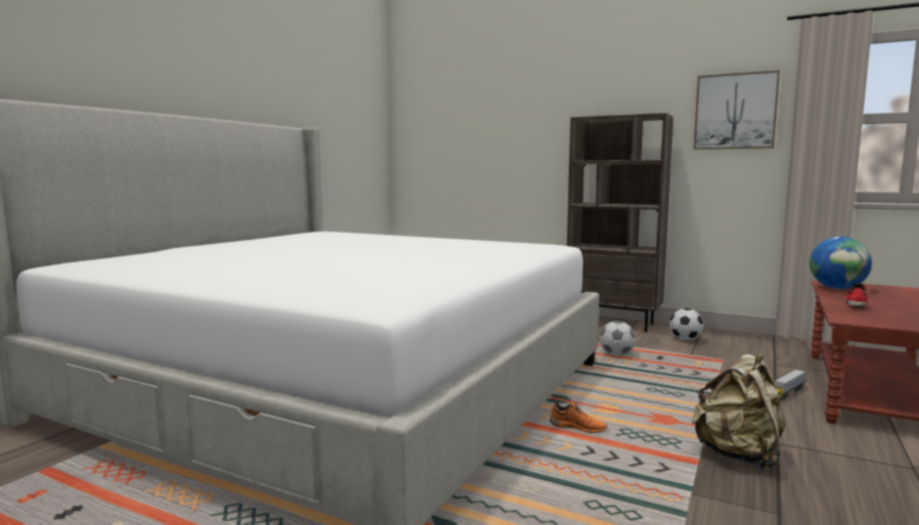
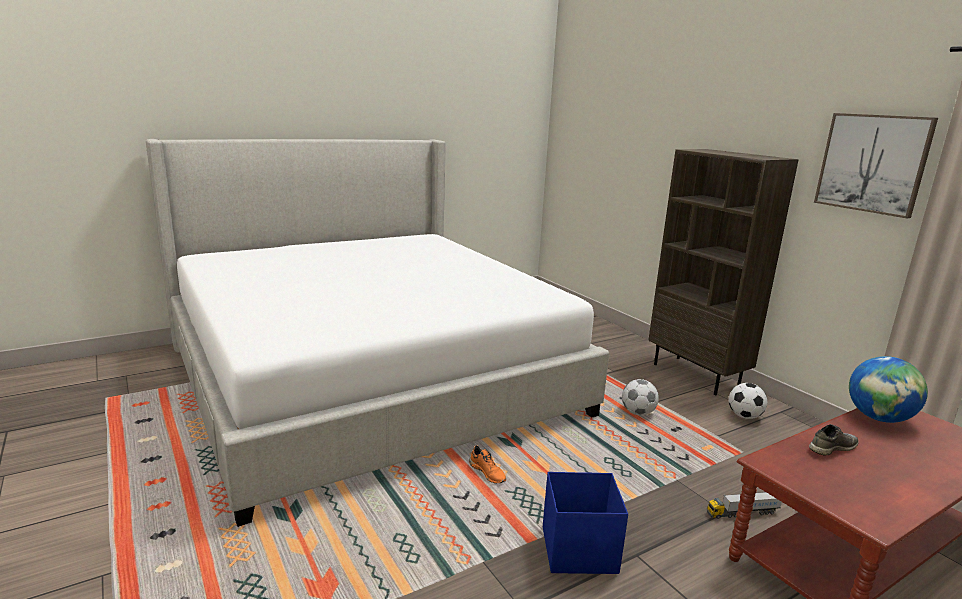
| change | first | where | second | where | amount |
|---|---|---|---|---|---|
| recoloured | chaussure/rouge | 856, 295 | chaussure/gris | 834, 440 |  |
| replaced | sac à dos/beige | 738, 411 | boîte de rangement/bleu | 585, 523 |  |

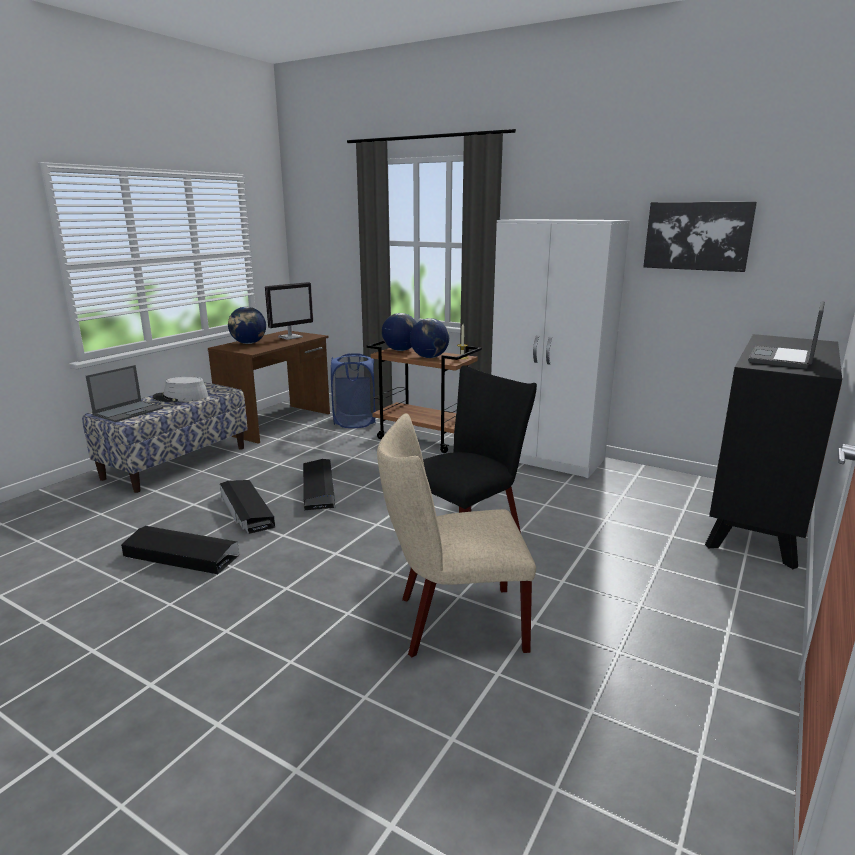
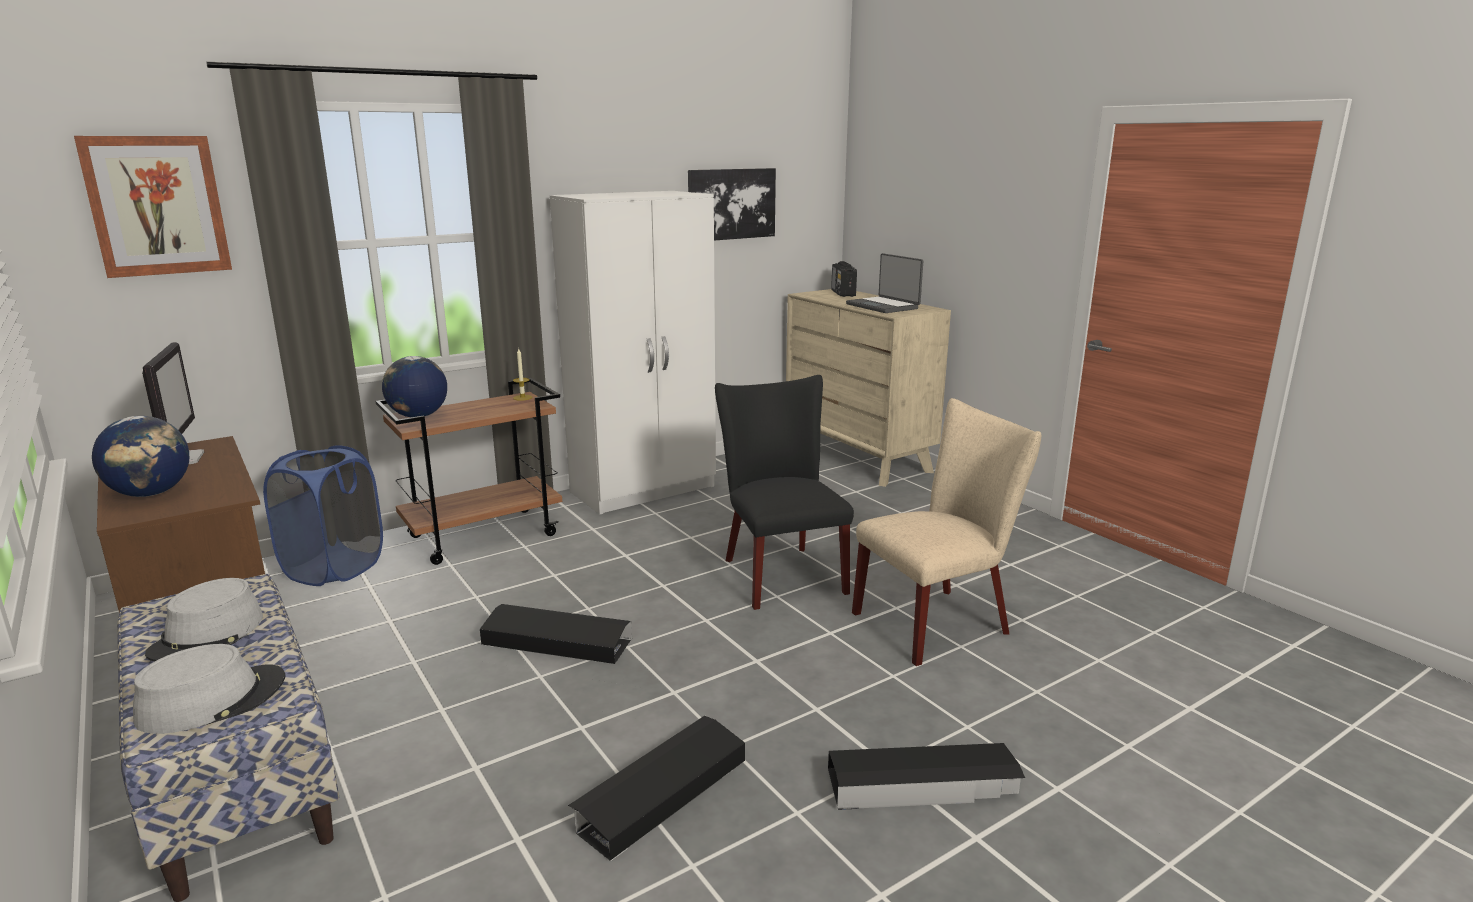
| change | first | where | second | where | amount |
|---|---|---|---|---|---|
| removed | globe | 429, 338 |  |  |  |
| recoloured | commode/noir | 773, 451 | commode/beige | 868, 388 |  |
| replaced | ordinateur portable | 124, 393 | chapeau/gris | 209, 689 |  |
| turned | chaise/beige | 456, 535 |  | 946, 532 | 135 degrees counterclockwise |
| moved | boîte de rangement/noir | 248, 507 |  | 926, 776 |  |
| added |  |  | tableau | 153, 207 |  |
| added |  |  | radio | 844, 279 |  |

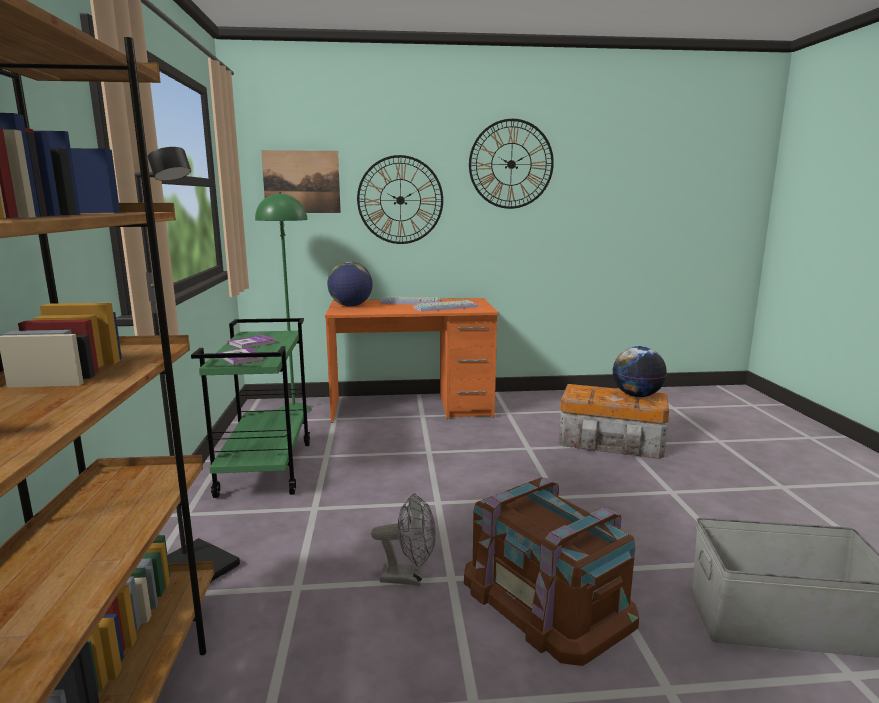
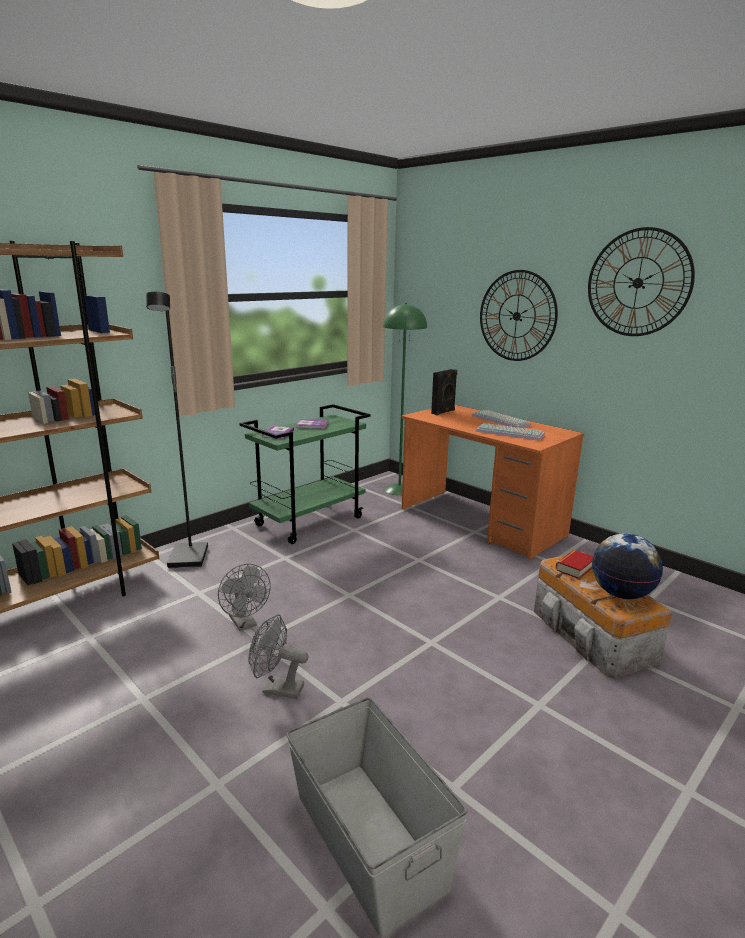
| change | first | where | second | where | amount |
|---|---|---|---|---|---|
| removed | tableau | 301, 181 |  |  |  |
| replaced | globe | 350, 284 | enceinte/noir | 444, 392 |  |
| replaced | boîte de rangement/marron | 551, 571 | ventilateur/gris | 278, 656 |  |
| added |  |  | livre | 574, 564 |  |

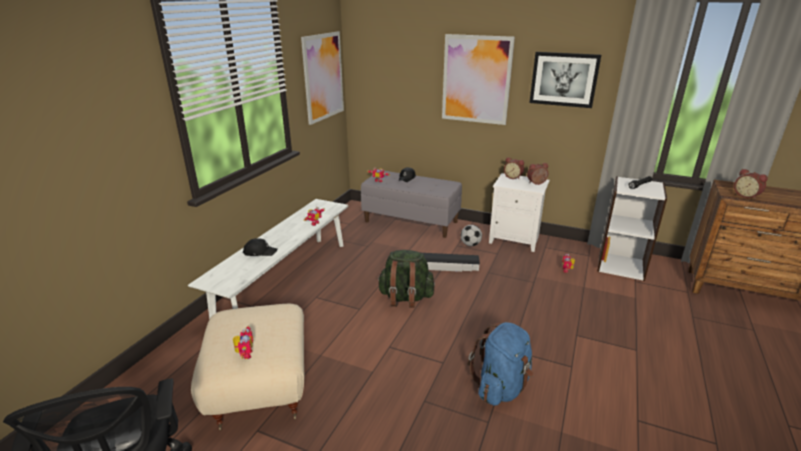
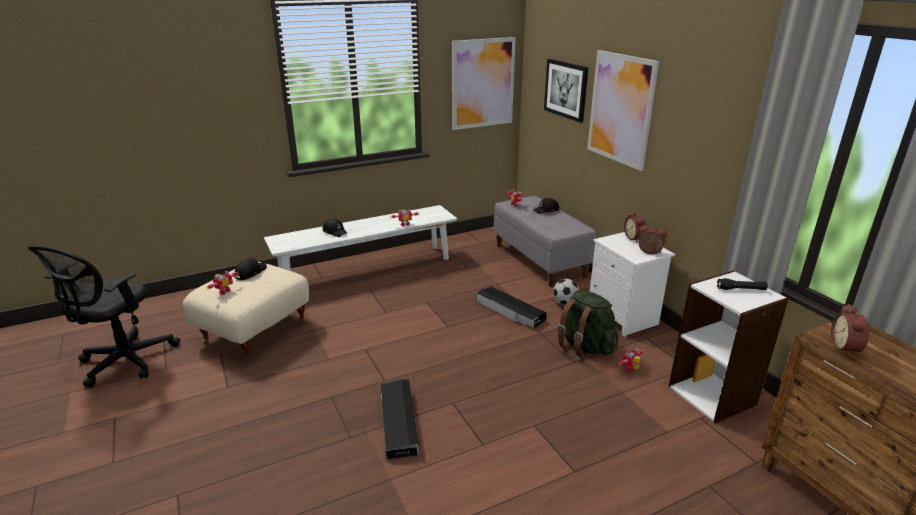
| change | first | where | second | where | amount |
|---|---|---|---|---|---|
| moved | tableau | 565, 80 |  | 566, 91 |  |
| moved | sac à dos/vert | 406, 279 |  | 588, 324 |  |
| replaced | sac à dos/bleu | 501, 364 | boîte de rangement/noir | 400, 419 |  |
| added |  |  | casquette/noir | 251, 269 |  |

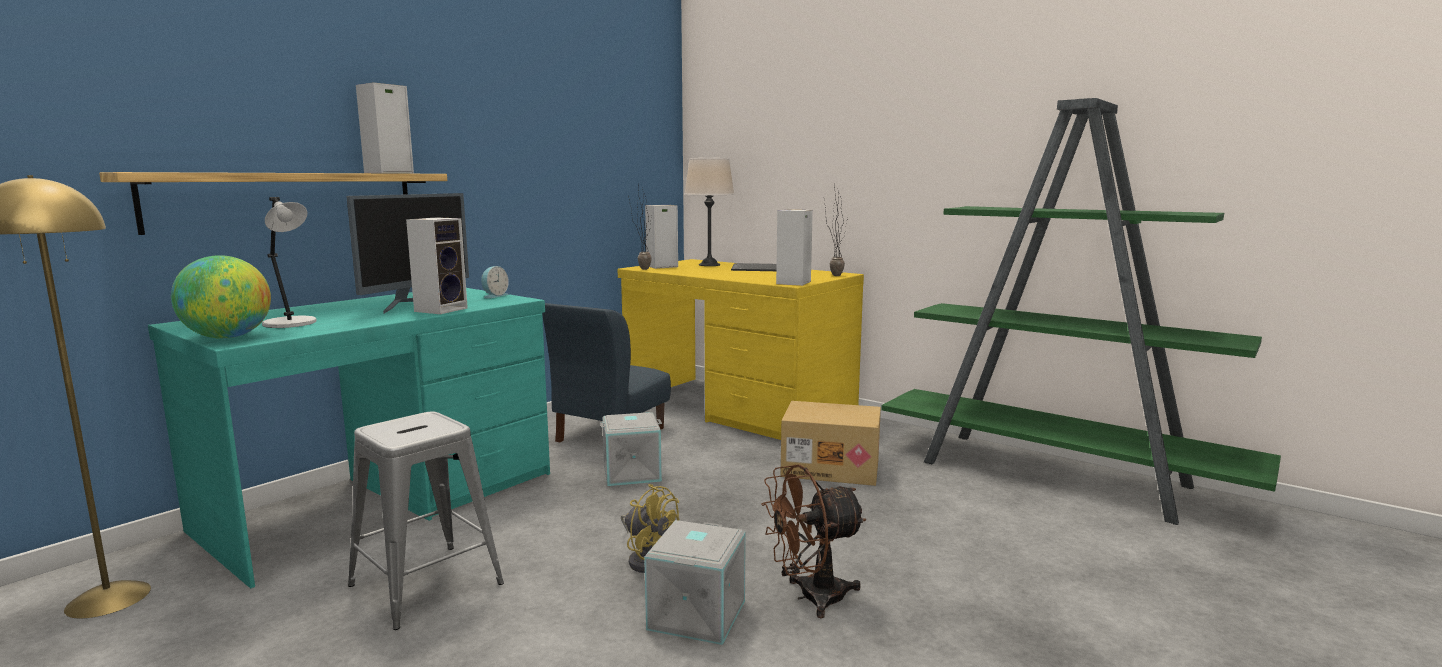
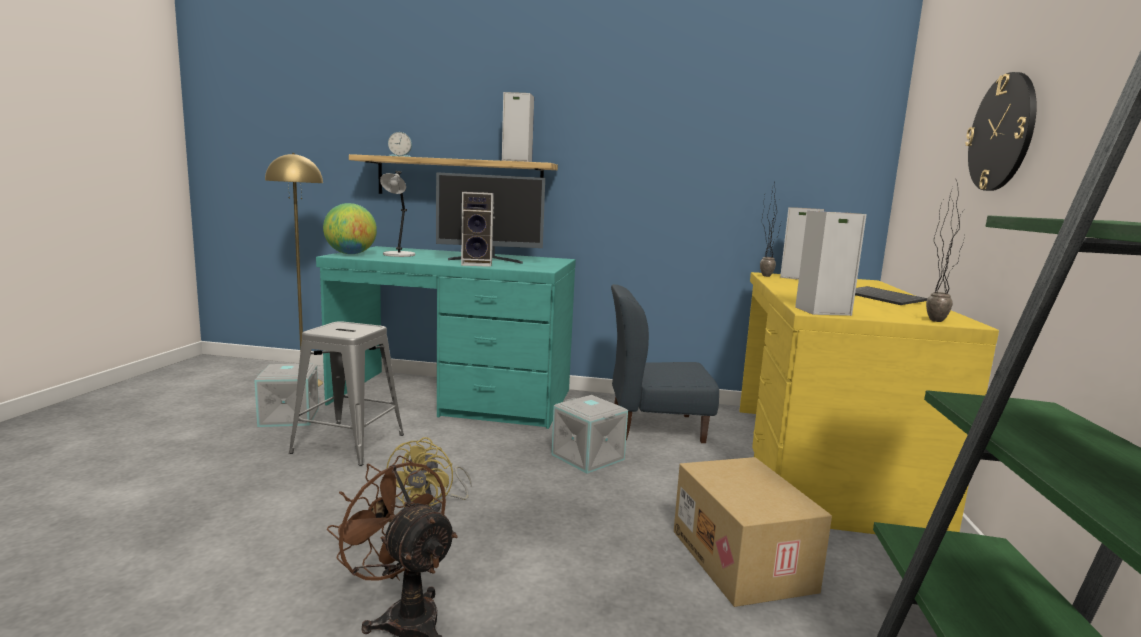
| change | first | where | second | where | amount |
|---|---|---|---|---|---|
| removed | lampe de table/beige | 709, 212 |  |  |  |
| moved | réveil | 495, 282 |  | 400, 144 |  |
| moved | boîte de rangement/gris | 695, 582 |  | 286, 395 |  |
| added |  |  | horloge murale | 1001, 131 |  |

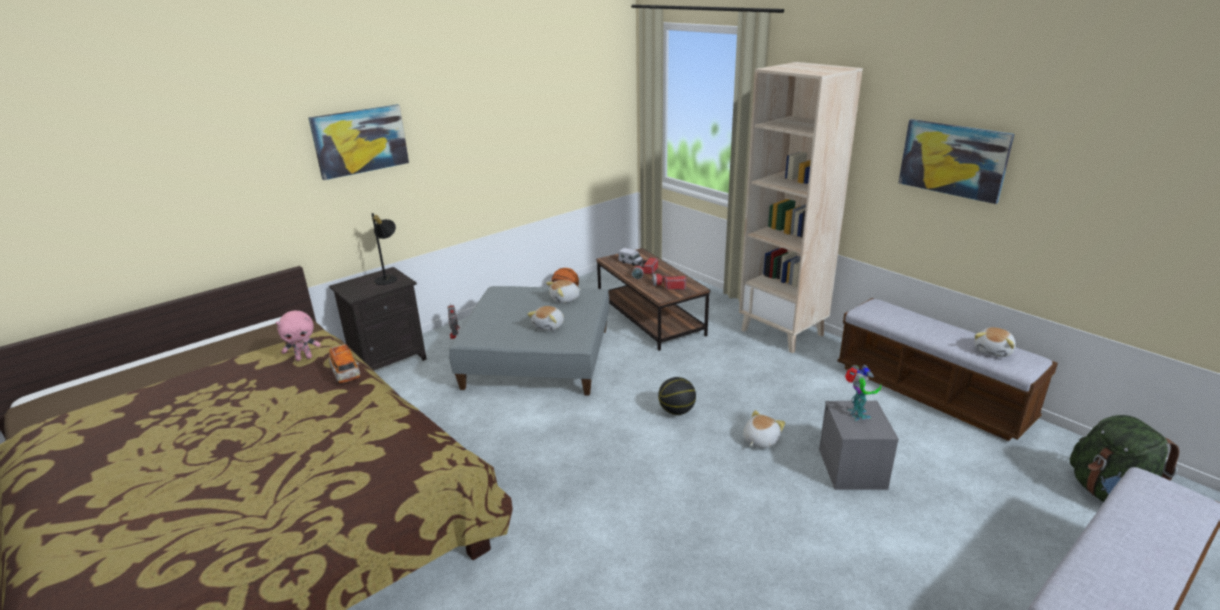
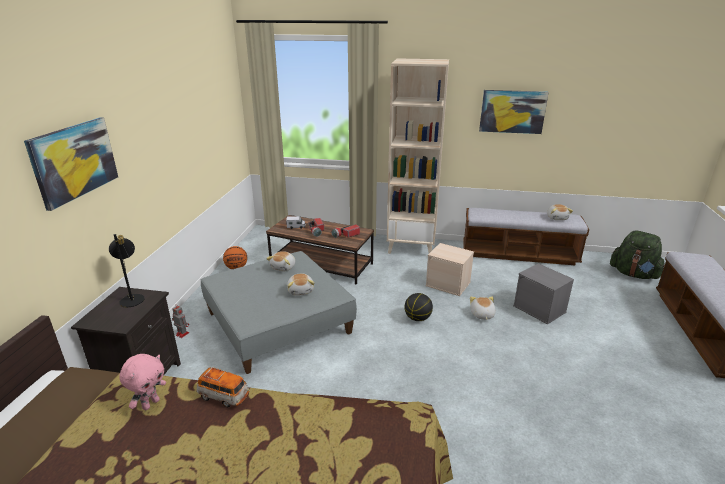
| change | first | where | second | where | amount |
|---|---|---|---|---|---|
| removed | robot jouet | 863, 393 |  |  |  |
| added |  |  | boîte de rangement/beige | 450, 269 |  |

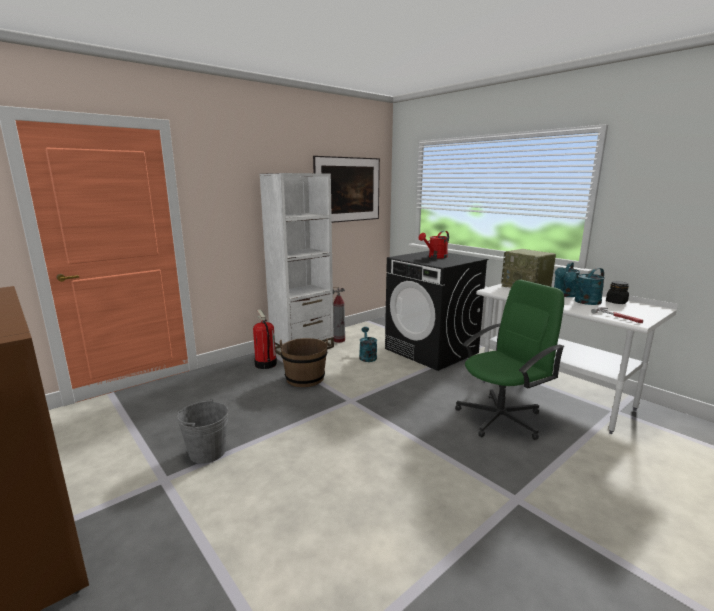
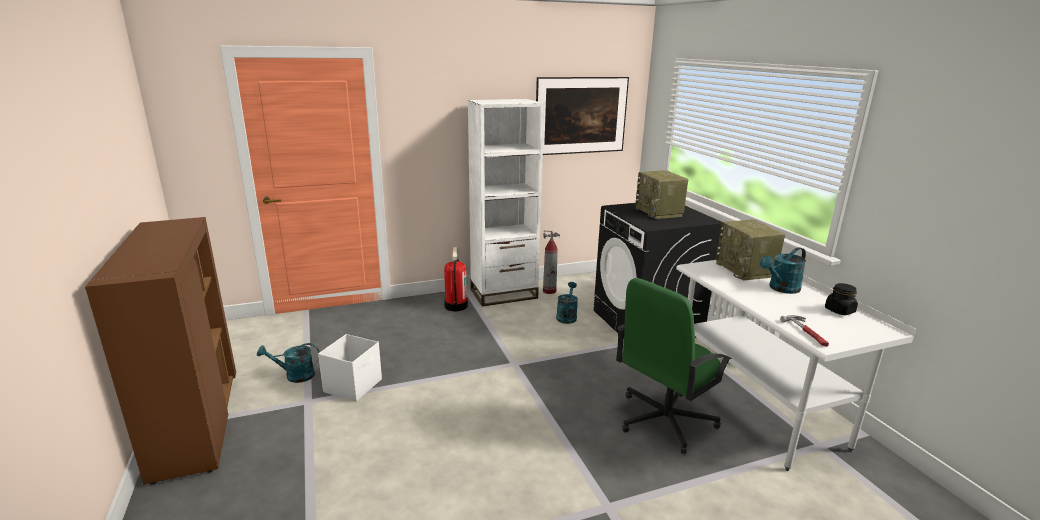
| change | first | where | second | where | amount |
|---|---|---|---|---|---|
| replaced | arrosoir/rouge | 434, 244 | radio | 661, 194 |  |
| moved | arrosoir/turquoise | 585, 286 |  | 288, 363 |  |
| turned | chaise de bureau/vert | 510, 360 |  | 674, 366 | 150 degrees clockwise |
| removed | seau/marron | 304, 362 |  |  |  |
| replaced | seau/gris | 202, 431 | boîte de rangement/blanc | 350, 368 |  |

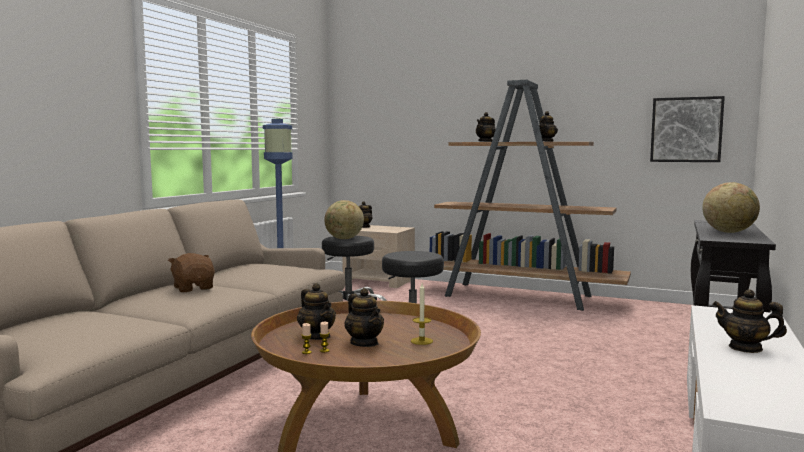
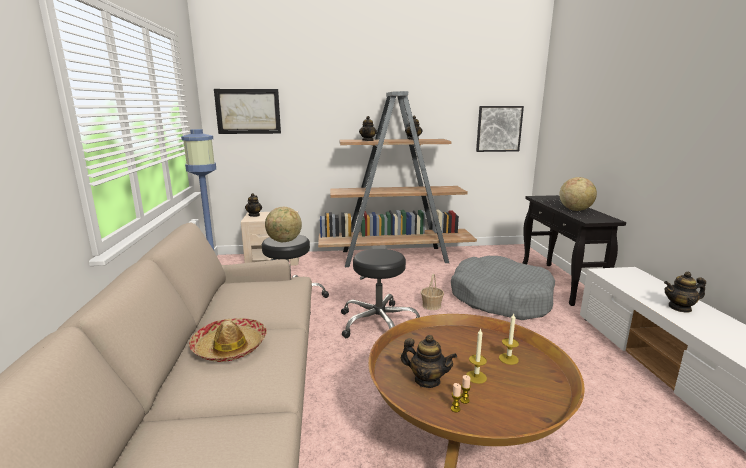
| change | first | where | second | where | amount |
|---|---|---|---|---|---|
| replaced | peluche/marron | 191, 272 | chapeau | 228, 340 |  |
| replaced | théière | 364, 317 | bougie | 476, 356 |  |
| added |  |  | tableau | 247, 111 |  |
| added |  |  | panier pour chien/gris | 503, 288 |  |
| added |  |  | panier | 432, 292 |  |

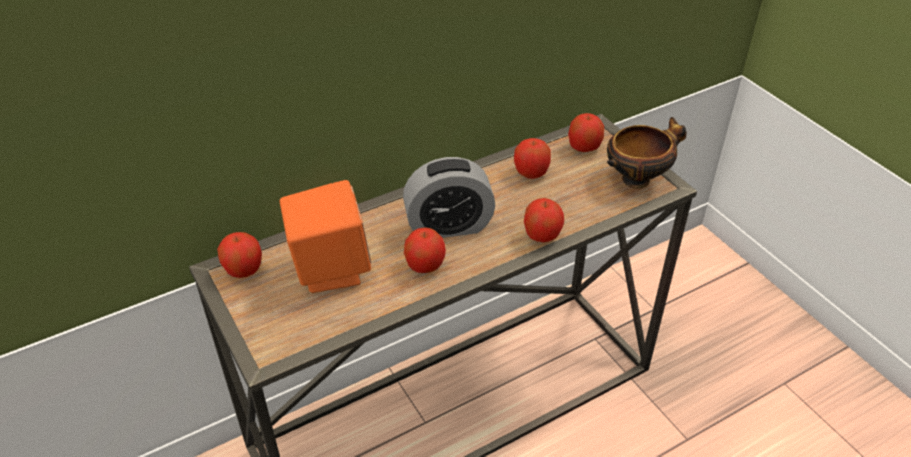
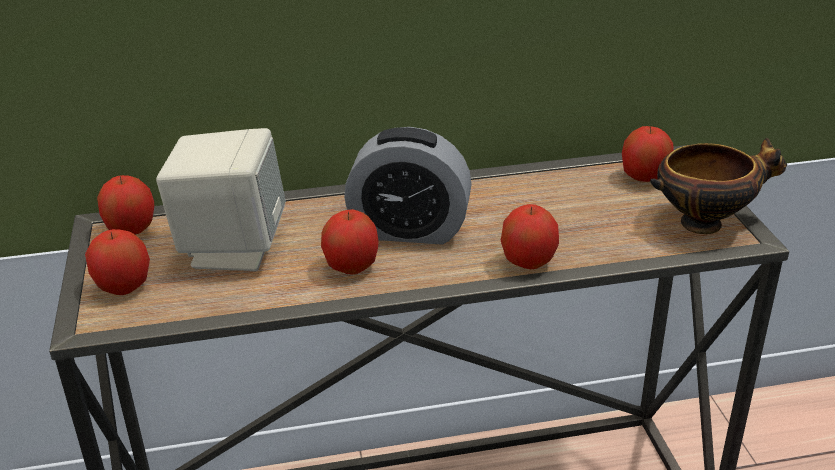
| change | first | where | second | where | amount |
|---|---|---|---|---|---|
| moved | pomme | 532, 158 |  | 117, 262 |  |
| recoloured | enceinte/orange | 326, 236 | enceinte/beige | 221, 199 |  |

